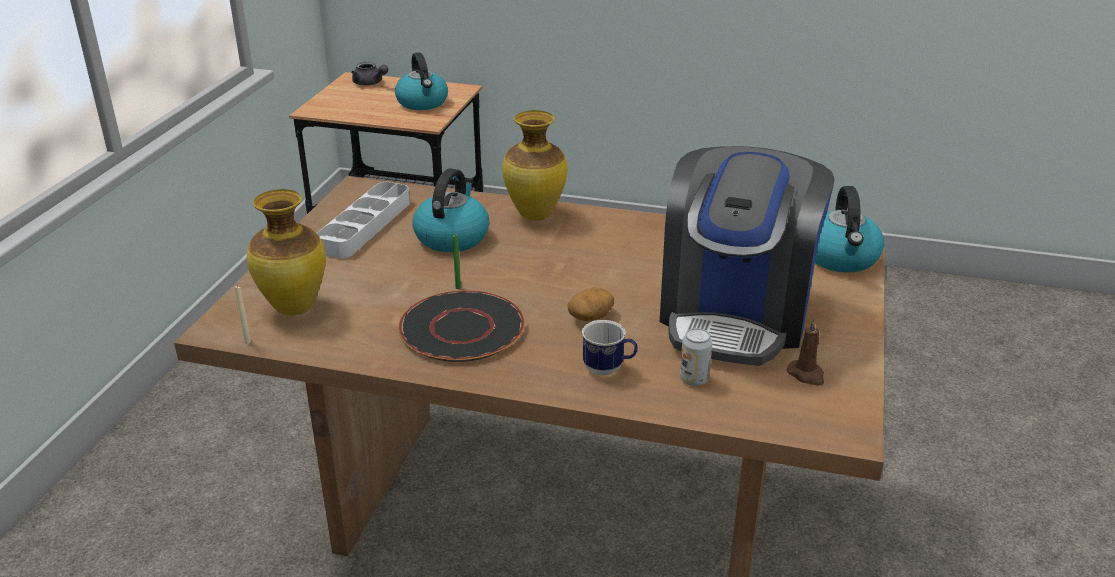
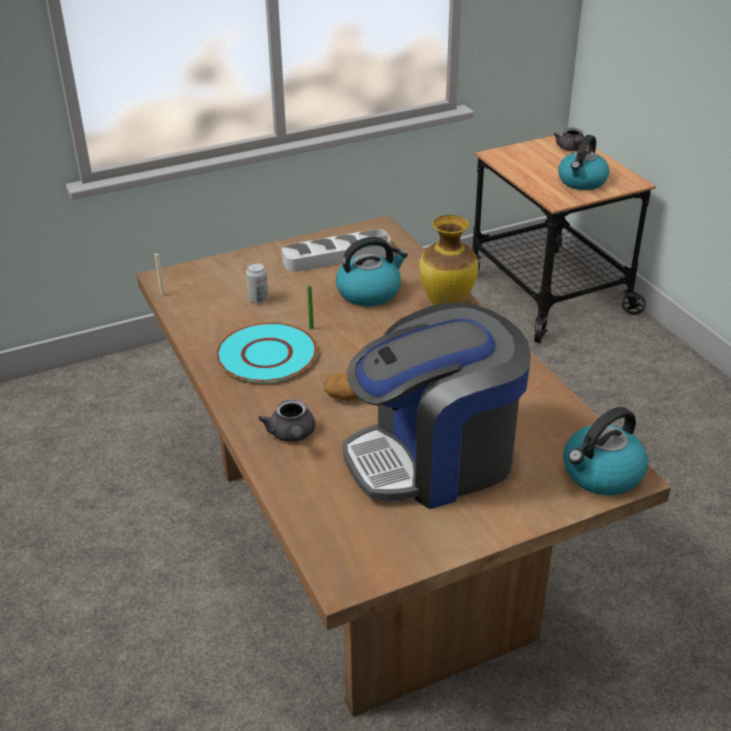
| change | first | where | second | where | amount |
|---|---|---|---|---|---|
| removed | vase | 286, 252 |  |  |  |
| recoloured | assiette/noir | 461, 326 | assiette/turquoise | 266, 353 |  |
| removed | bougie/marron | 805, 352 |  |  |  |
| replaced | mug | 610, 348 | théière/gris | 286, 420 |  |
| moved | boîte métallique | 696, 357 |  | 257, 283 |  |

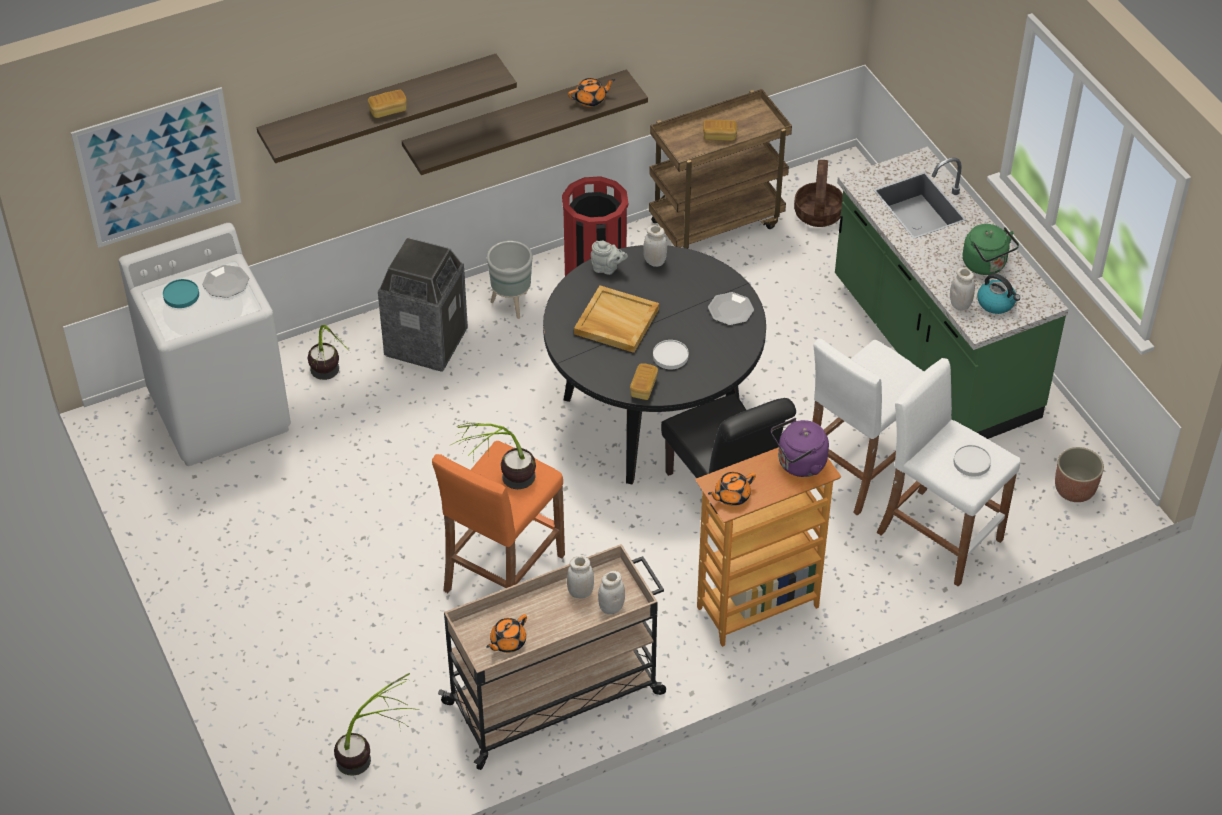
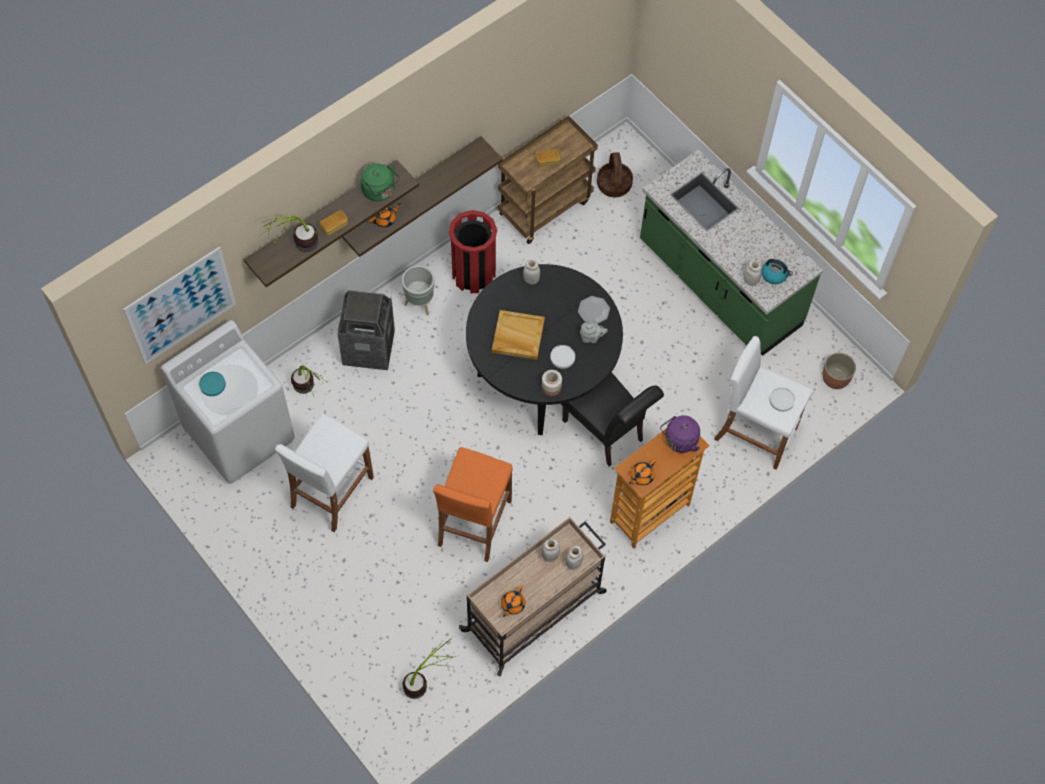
| change | first | where | second | where | amount |
|---|---|---|---|---|---|
| moved | théière/orange | 591, 92 |  | 385, 215 |  |
| moved | bouilloire/vert | 991, 249 |  | 380, 182 |  |
| moved | théière/gris | 609, 258 |  | 594, 332 |  |
| removed | assiette | 225, 281 |  |  |  |
| moved | tabouret/blanc | 868, 427 |  | 324, 473 |  |
| replaced | pain | 644, 381 | bocal | 552, 383 |  |
| moved | plante en pot | 492, 456 |  | 288, 234 |  |

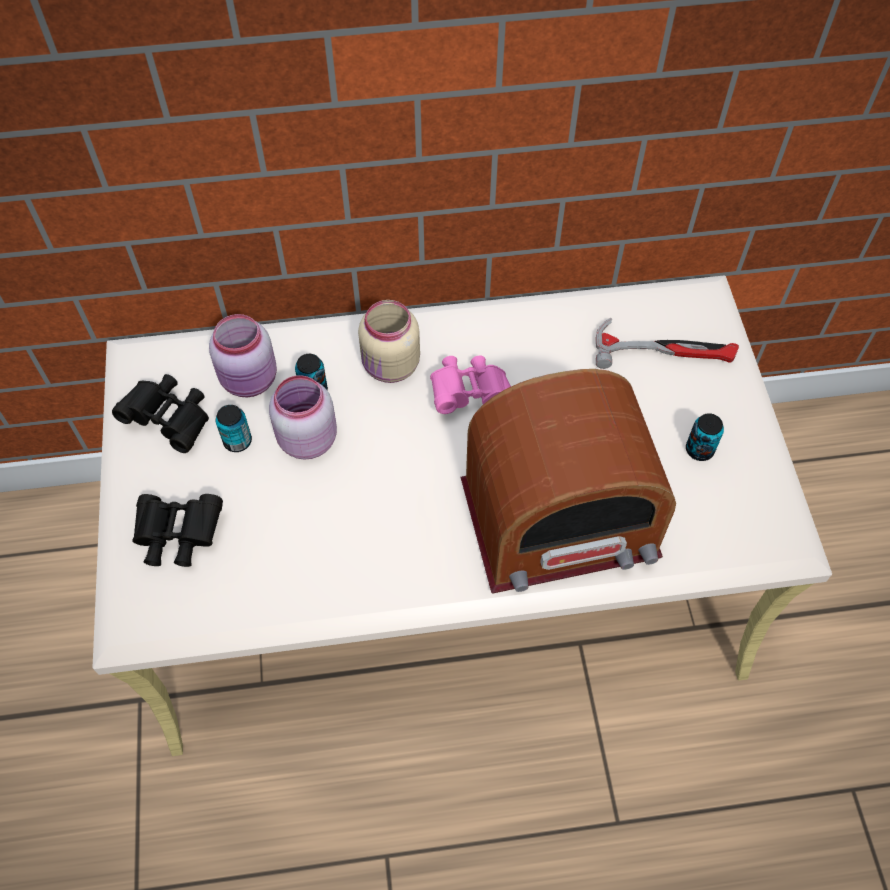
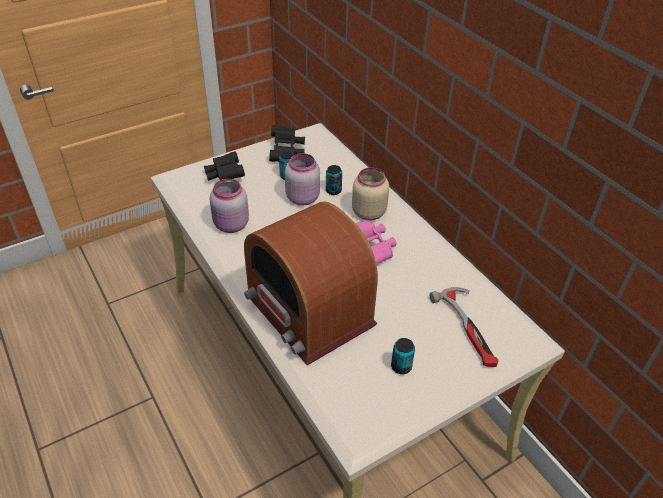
| change | first | where | second | where | amount |
|---|---|---|---|---|---|
| moved | bocal/rose | 243, 355 |  | 229, 206 |  |

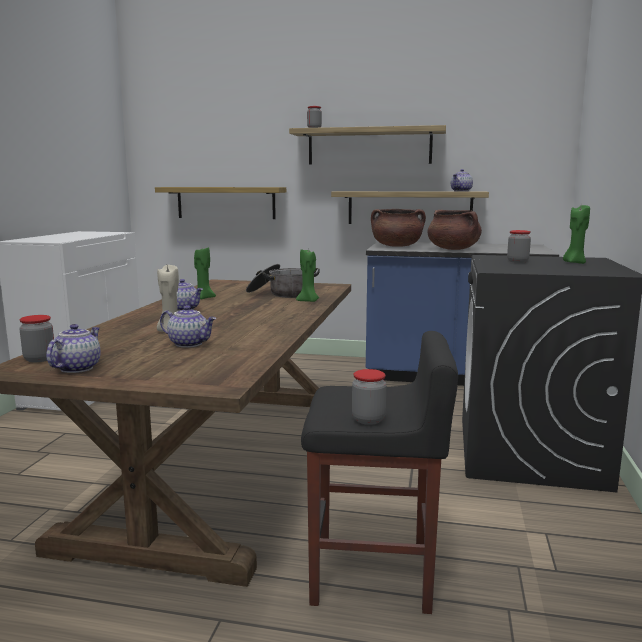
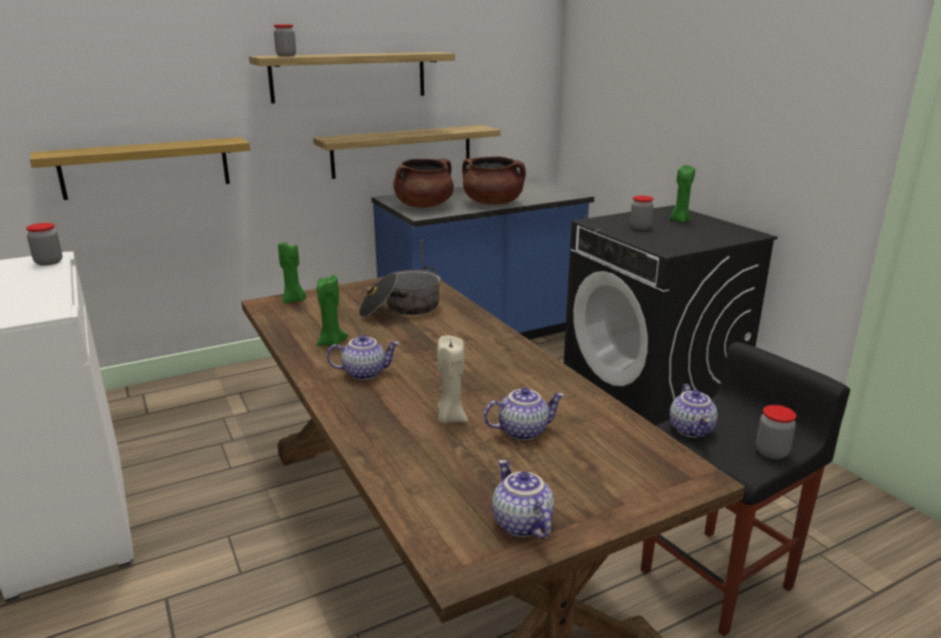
| change | first | where | second | where | amount |
|---|---|---|---|---|---|
| moved | théière | 462, 180 |  | 694, 411 |  |
| moved | bougie/vert | 307, 275 |  | 292, 272 |  |
| moved | bocal | 36, 338 |  | 44, 244 |  |

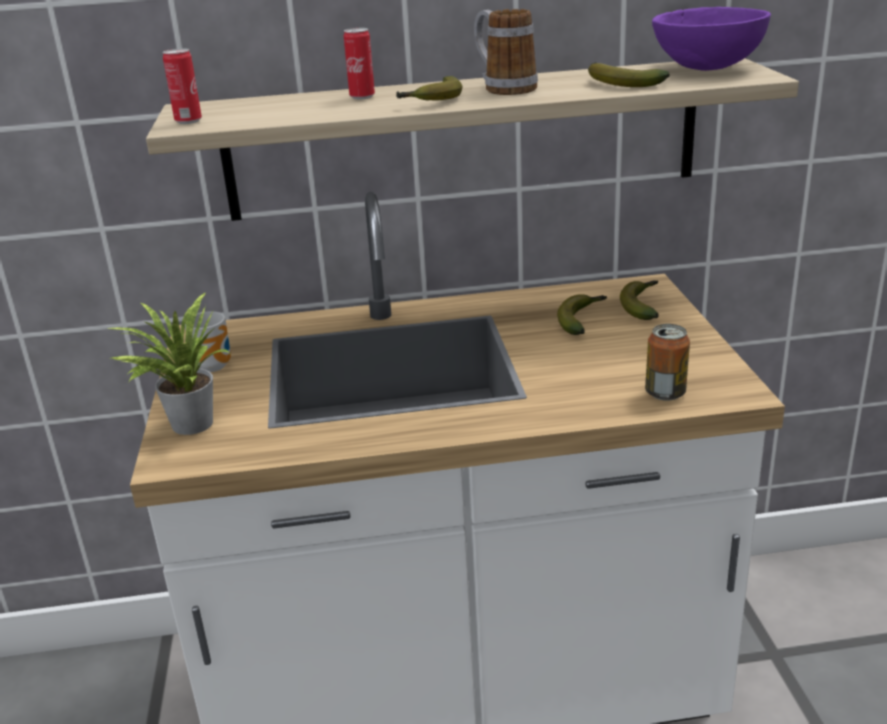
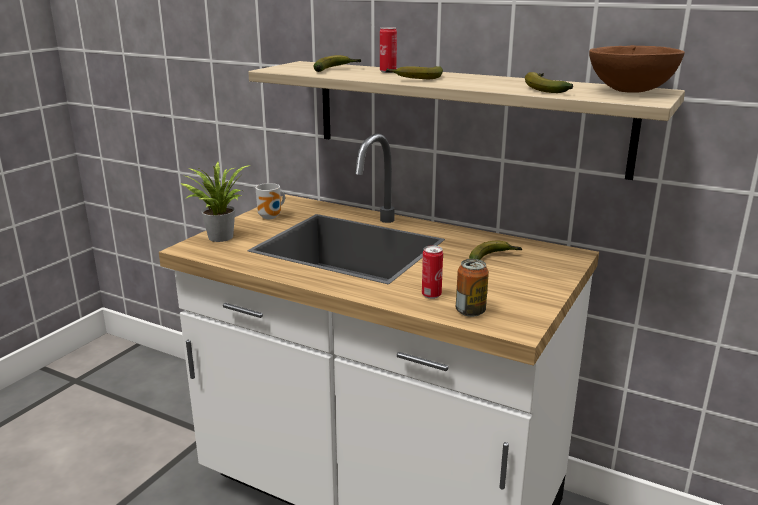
| change | first | where | second | where | amount |
|---|---|---|---|---|---|
| recoloured | bol/violet | 711, 39 | bol/marron | 637, 69 |  |
| removed | mug | 506, 52 |  |  |  |
| moved | boîte métallique | 182, 86 |  | 432, 272 |  |
| moved | banane | 639, 300 |  | 337, 63 |  |

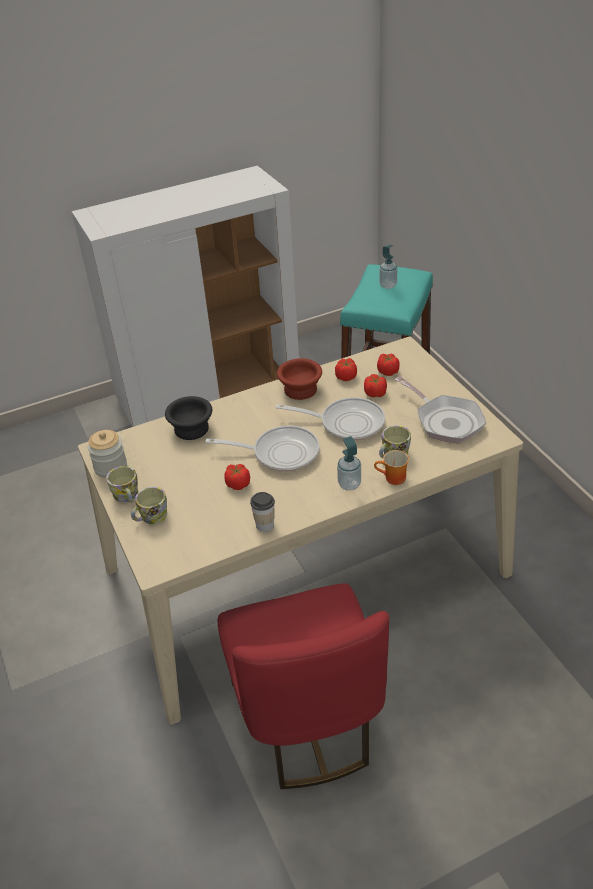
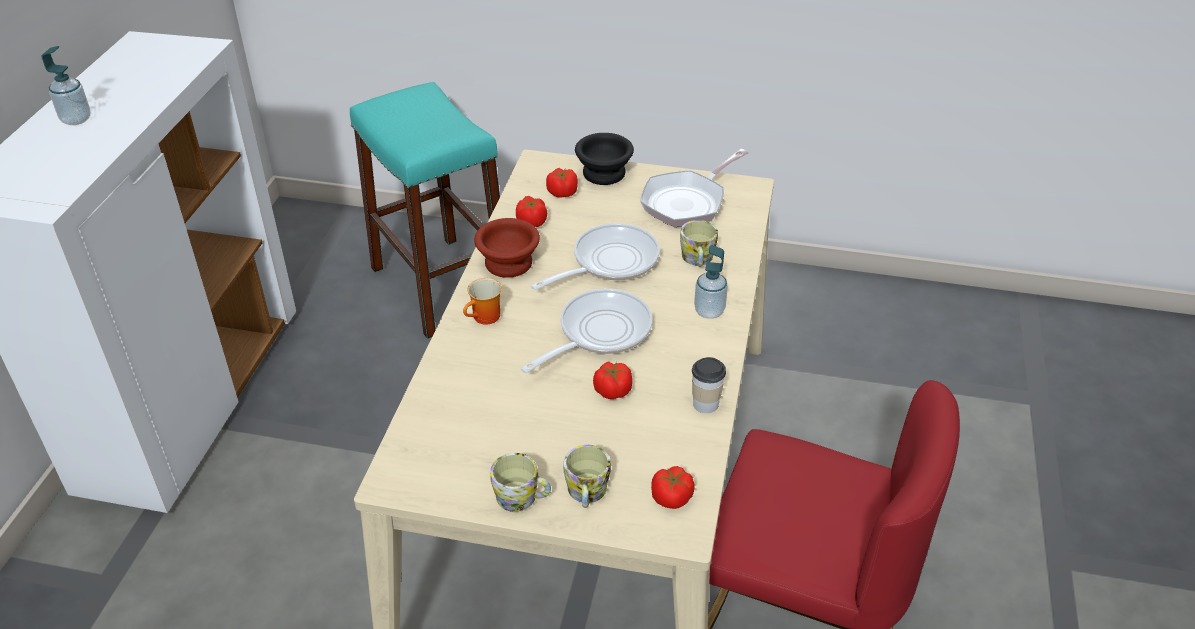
| change | first | where | second | where | amount |
|---|---|---|---|---|---|
| moved | distributeur de savon | 388, 267 |  | 65, 85 |  |
| moved | tomate | 375, 385 |  | 673, 487 |  |
| turned | poêle | 440, 409 |  | 694, 188 | 135 degrees clockwise |
| moved | bol/noir | 188, 418 |  | 604, 159 |  |
| removed | bocal | 107, 454 |  |  |  |
| moved | mug | 391, 467 |  | 482, 301 |  |

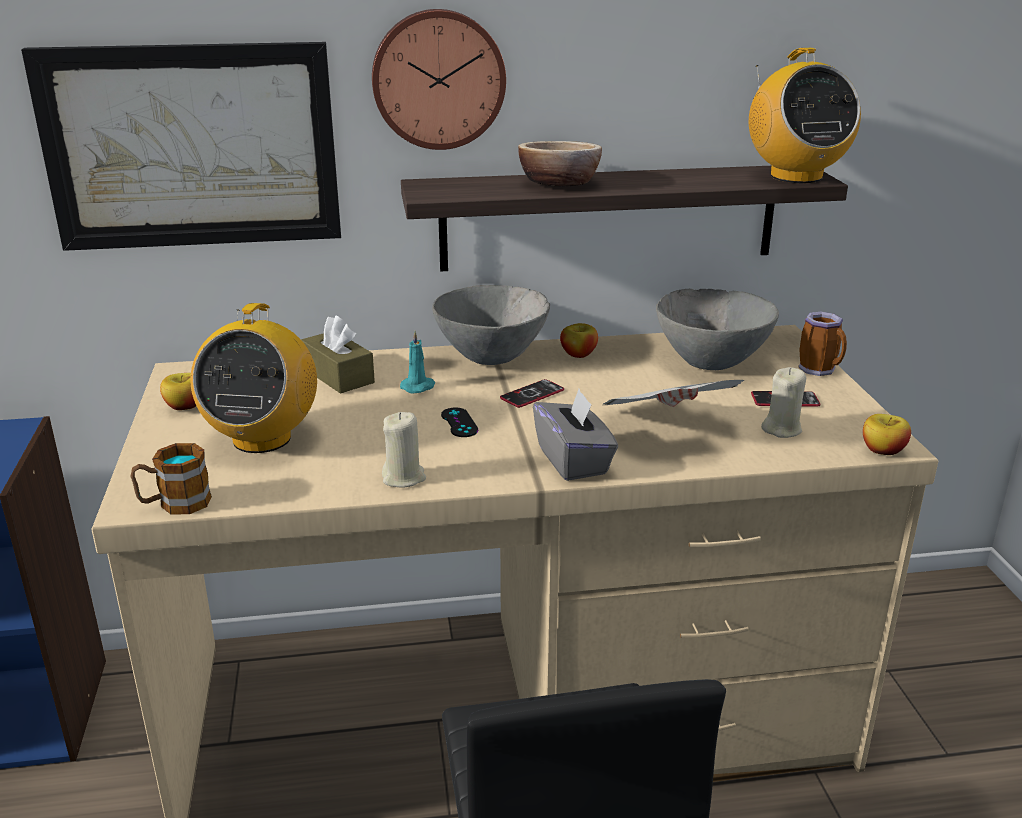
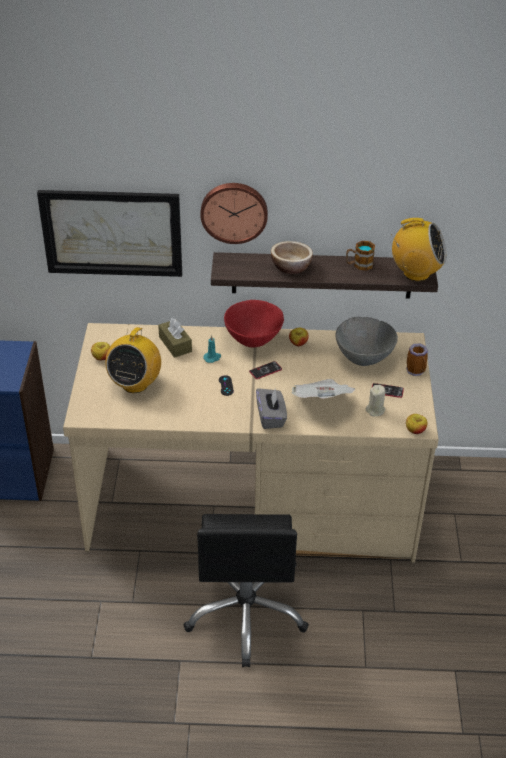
| change | first | where | second | where | amount |
|---|---|---|---|---|---|
| turned | radio | 805, 115 |  | 419, 249 | 75 degrees counterclockwise |
| recoloured | bol/gris | 491, 325 | bol/rouge | 254, 323 |  |
| removed | bougie/beige | 404, 450 |  |  |  |
| moved | mug | 171, 478 |  | 360, 256 |  |

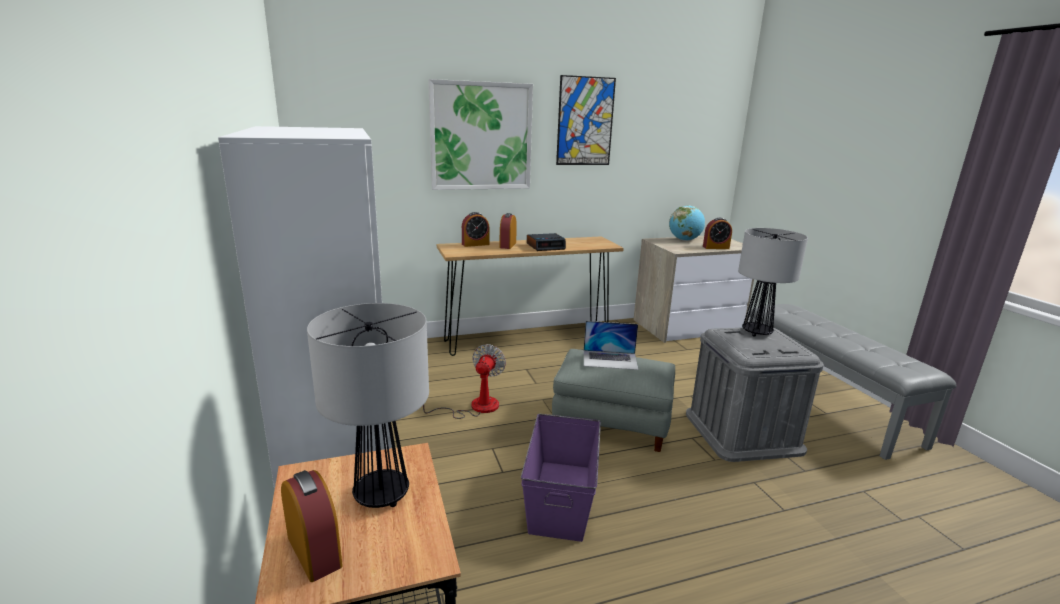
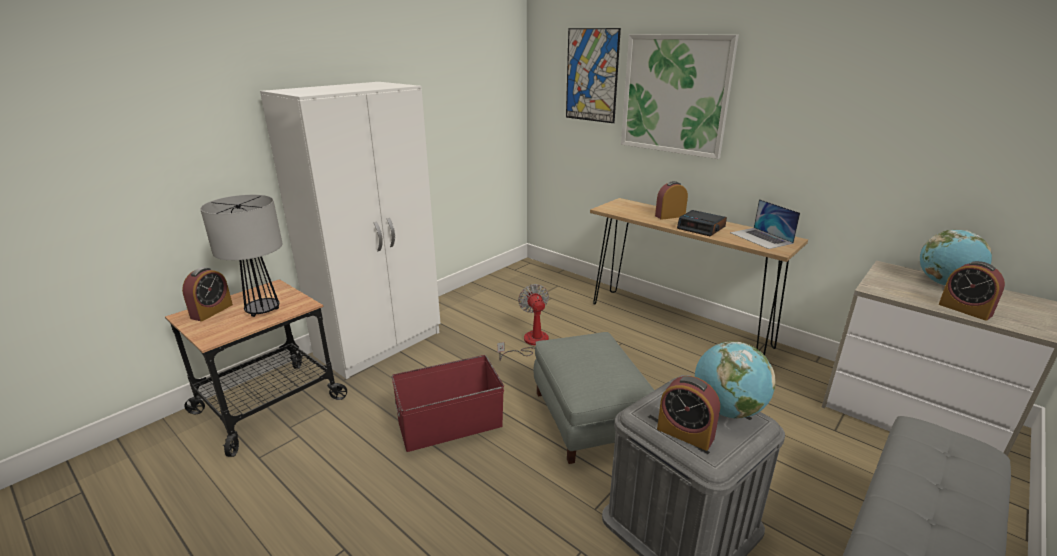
| change | first | where | second | where | amount |
|---|---|---|---|---|---|
| moved | tableau | 586, 120 |  | 593, 75 |  |
| moved | réveil | 476, 229 |  | 688, 413 |  |
| replaced | lampe de table | 773, 282 | globe | 735, 380 |  |
| moved | ordinateur portable | 611, 345 |  | 765, 224 |  |
| turned | ventilateur | 464, 381 |  | 523, 322 | 90 degrees counterclockwise |
| recoloured | boîte de rangement/violet | 561, 478 | boîte de rangement/rouge | 447, 403 |  |

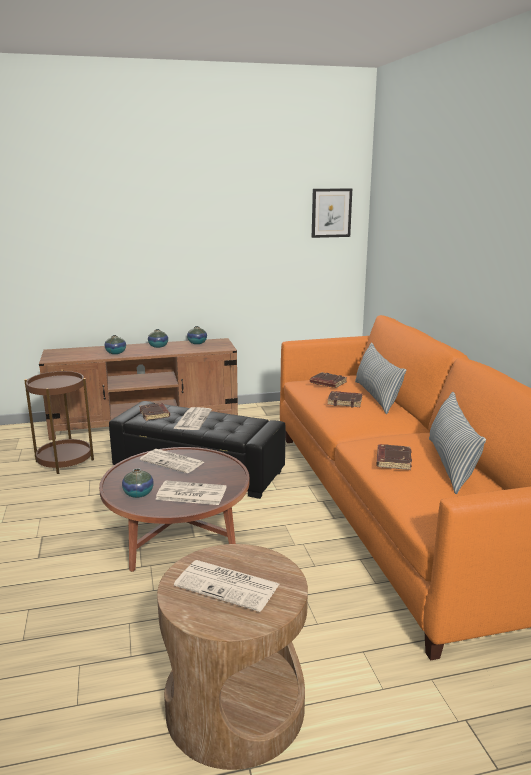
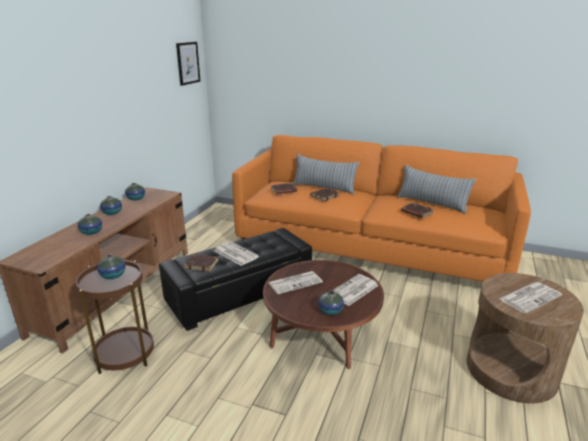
| change | first | where | second | where | amount |
|---|---|---|---|---|---|
| added |  |  | vase | 111, 266 |  |

